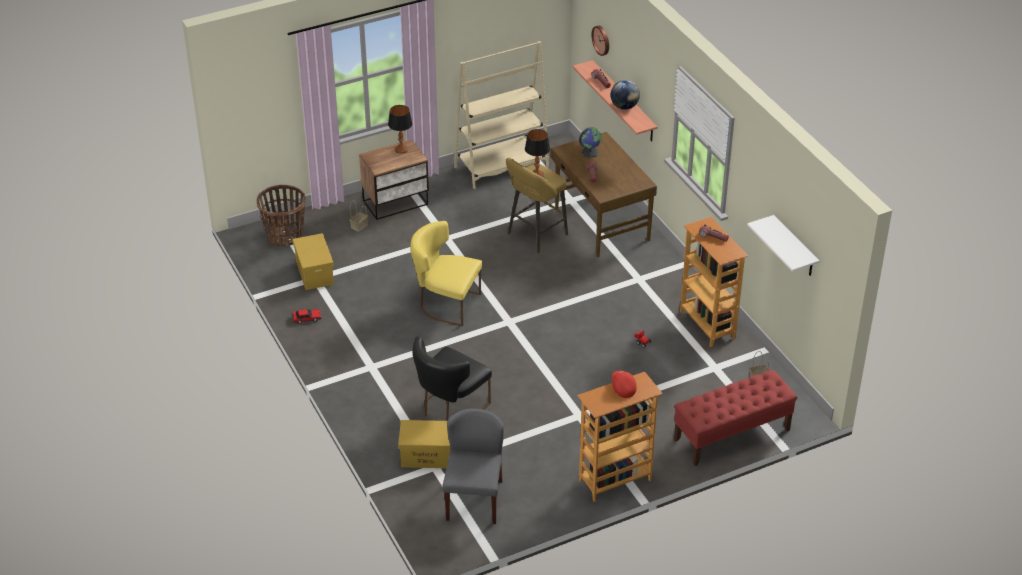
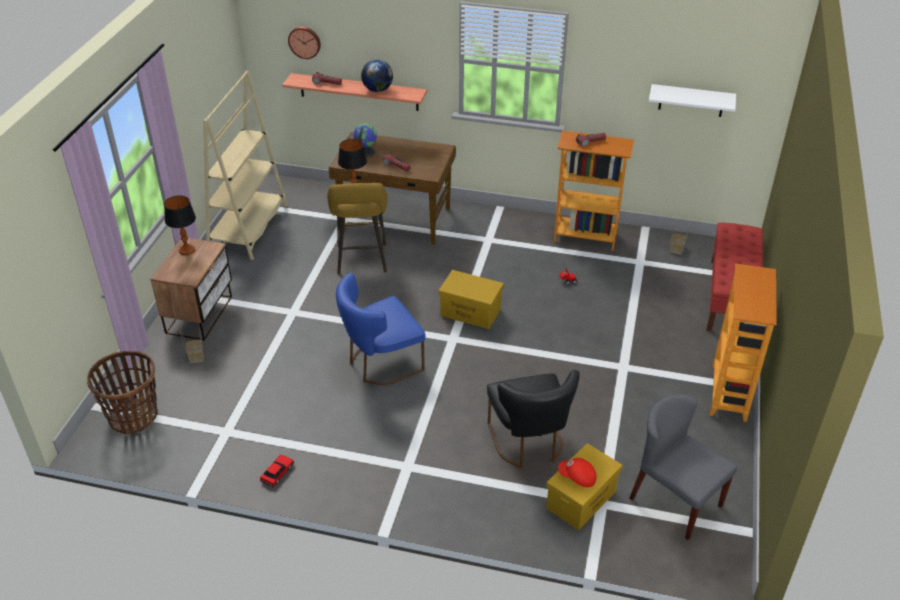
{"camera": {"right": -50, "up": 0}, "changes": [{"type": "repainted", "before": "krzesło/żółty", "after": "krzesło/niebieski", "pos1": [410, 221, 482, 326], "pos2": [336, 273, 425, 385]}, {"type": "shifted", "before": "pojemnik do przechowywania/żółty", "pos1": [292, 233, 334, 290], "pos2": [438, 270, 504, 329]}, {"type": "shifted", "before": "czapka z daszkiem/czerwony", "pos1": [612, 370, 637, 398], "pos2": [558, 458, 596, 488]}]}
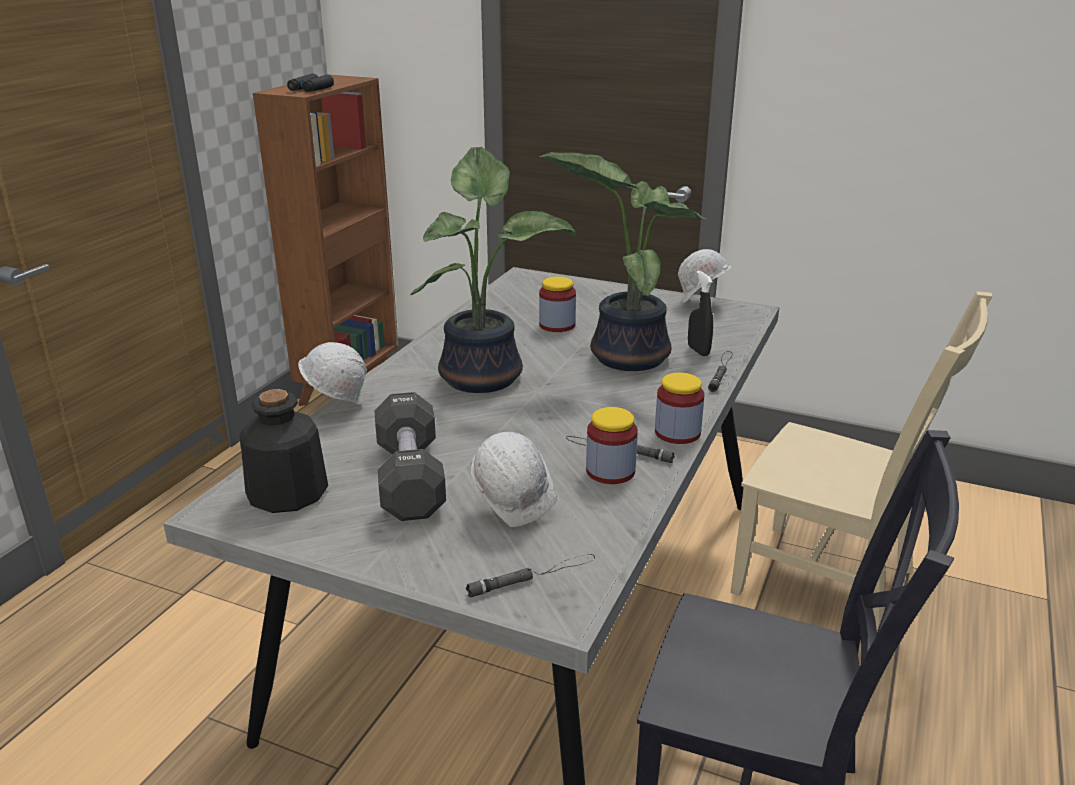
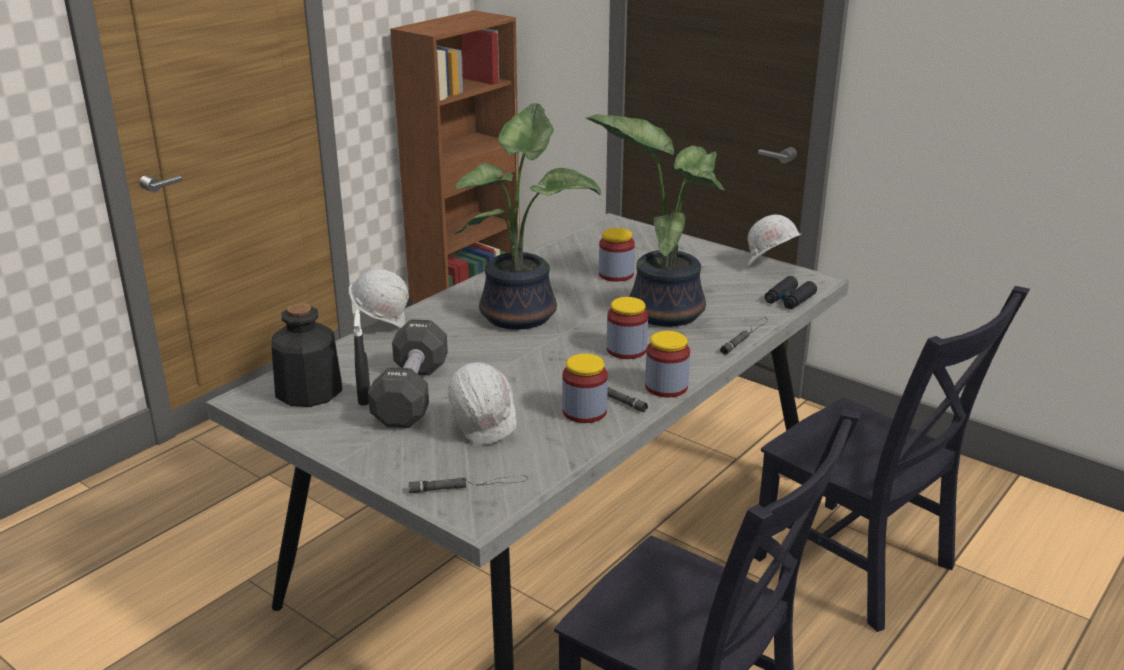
{"camera": {"right": 15, "up": 0}, "changes": [{"type": "shifted", "before": "lornetka/czarny", "pos1": [287, 73, 334, 92], "pos2": [764, 276, 817, 309]}, {"type": "shifted", "before": "spryskiwacz/czarny", "pos1": [688, 270, 713, 356], "pos2": [354, 310, 370, 406]}, {"type": "repainted", "before": "krzesło/beżowy", "after": "krzesło/czarny", "pos1": [730, 291, 993, 631], "pos2": [754, 286, 1030, 632]}, {"type": "new", "after": "słoik", "pos2": [607, 297, 648, 359]}]}
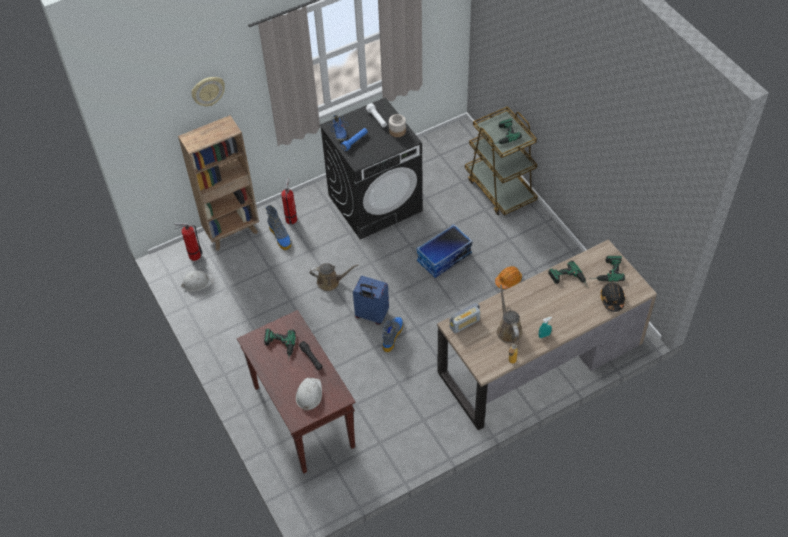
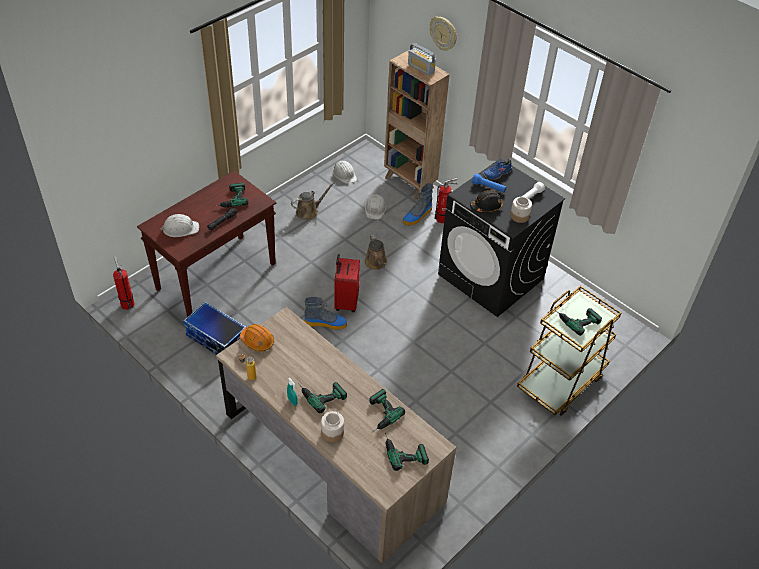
{"camera": {"right": 70, "up": -5}, "changes": [{"type": "shifted", "before": "gaśnica", "pos1": [175, 223, 202, 261], "pos2": [113, 256, 135, 310]}, {"type": "shifted", "before": "pojemnik do przechowywania", "pos1": [416, 224, 473, 278], "pos2": [183, 301, 247, 355]}, {"type": "shifted", "before": "kask/pomarańczowy", "pos1": [495, 266, 522, 289], "pos2": [240, 324, 274, 352]}, {"type": "repainted", "before": "walizka/niebieski", "after": "walizka/czerwony", "pos1": [353, 276, 389, 325], "pos2": [335, 254, 360, 312]}, {"type": "shifted", "before": "kask/czarny", "pos1": [601, 283, 625, 312], "pos2": [470, 190, 503, 213]}, {"type": "shifted", "before": "konewka/brązowy", "pos1": [497, 285, 522, 343], "pos2": [291, 182, 335, 220]}, {"type": "shifted", "before": "radio", "pos1": [450, 303, 481, 334], "pos2": [408, 43, 436, 75]}, {"type": "new", "after": "kask/biały", "pos2": [365, 194, 386, 220]}, {"type": "new", "after": "wiertarka", "pos2": [298, 382, 347, 413]}, {"type": "new", "after": "słoik", "pos2": [321, 411, 344, 442]}]}
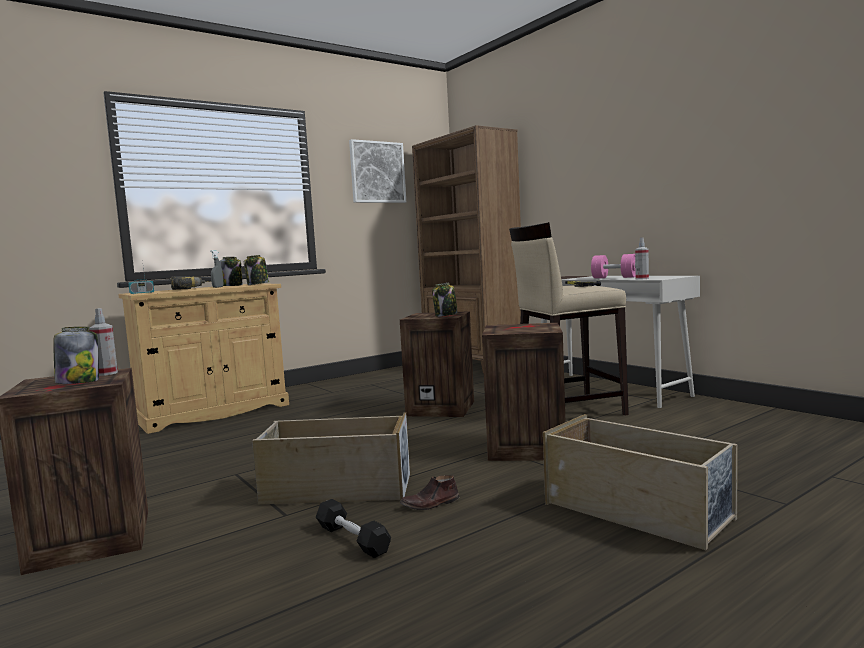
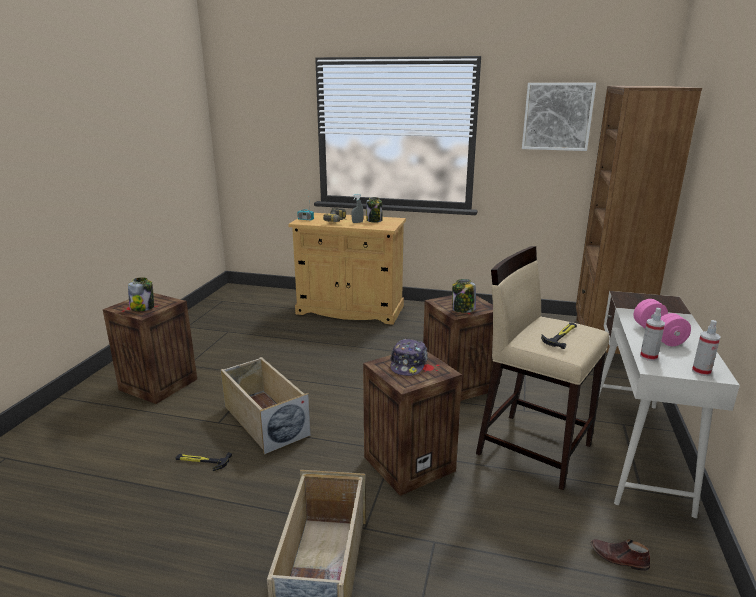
{"camera": {"right": 50, "up": 15}, "changes": [{"type": "gone", "before": "słoik", "pos1": [244, 255, 269, 285]}, {"type": "shifted", "before": "spryskiwacz", "pos1": [89, 308, 118, 376], "pos2": [692, 320, 720, 376]}, {"type": "shifted", "before": "but/brązowy", "pos1": [400, 475, 459, 510], "pos2": [590, 539, 650, 571]}, {"type": "swapped", "before": "hantel/czarny", "after": "młotek", "pos1": [316, 499, 391, 558], "pos2": [176, 452, 232, 471]}, {"type": "new", "after": "czapka z daszkiem", "pos2": [390, 339, 428, 376]}]}
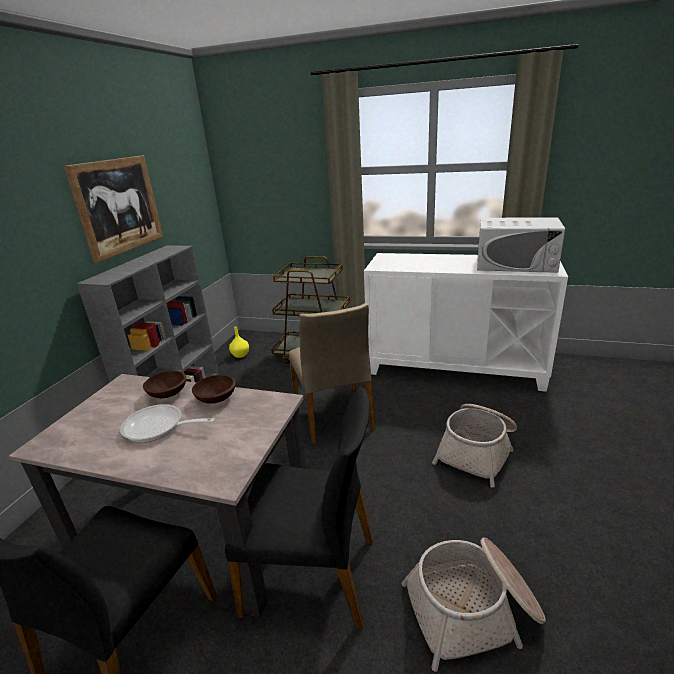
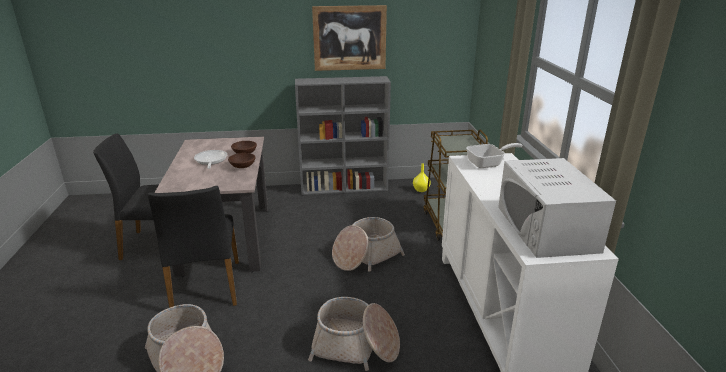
{"camera": {"right": 65, "up": 0}, "changes": [{"type": "swapped", "before": "krzesło/beżowy", "after": "koszyk", "pos1": [289, 303, 376, 444], "pos2": [332, 217, 405, 271]}, {"type": "new", "after": "patelnia", "pos2": [466, 143, 523, 168]}]}
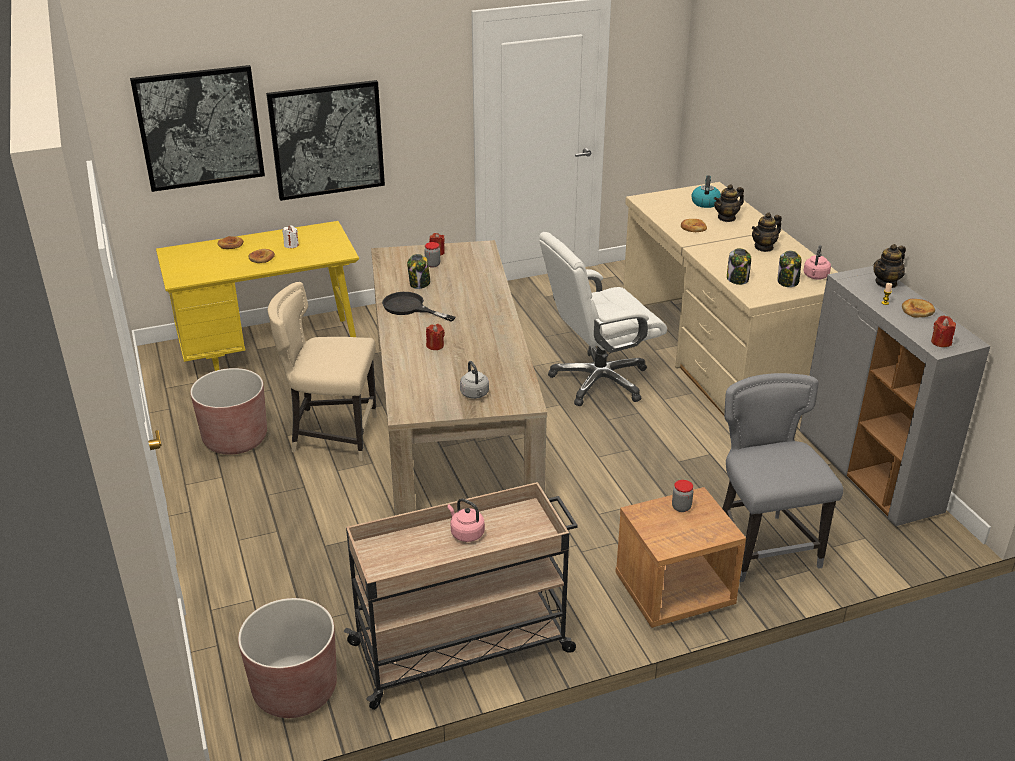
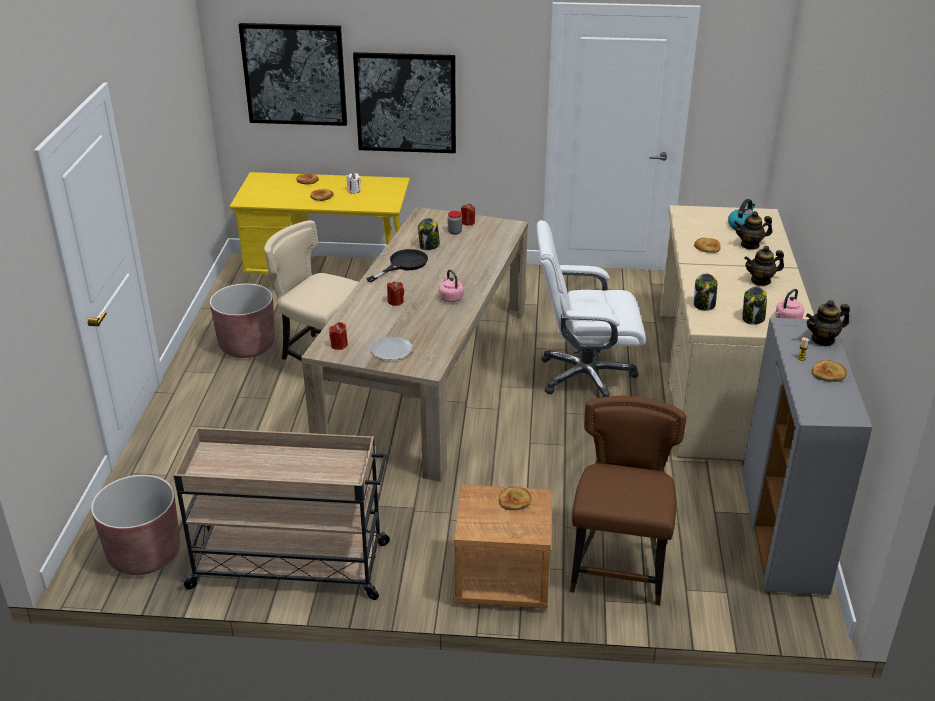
{"camera": {"right": 25, "up": 0}, "changes": [{"type": "rotated", "before": "patelnia/czarny", "pos1": [382, 292, 455, 322], "pos2": [366, 249, 428, 282], "turn": 75}, {"type": "shifted", "before": "świeca/czerwony", "pos1": [931, 316, 956, 347], "pos2": [329, 322, 348, 350]}, {"type": "swapped", "before": "czajnik/szary", "after": "talerz", "pos1": [460, 361, 489, 399], "pos2": [370, 337, 413, 360]}, {"type": "repainted", "before": "krzesło/szary", "after": "krzesło/brązowy", "pos1": [722, 373, 843, 582], "pos2": [570, 396, 686, 605]}, {"type": "swapped", "before": "słoik", "after": "chleb", "pos1": [672, 480, 694, 512], "pos2": [499, 486, 531, 510]}, {"type": "shifted", "before": "czajnik/różowy", "pos1": [447, 498, 485, 542], "pos2": [439, 269, 464, 302]}]}
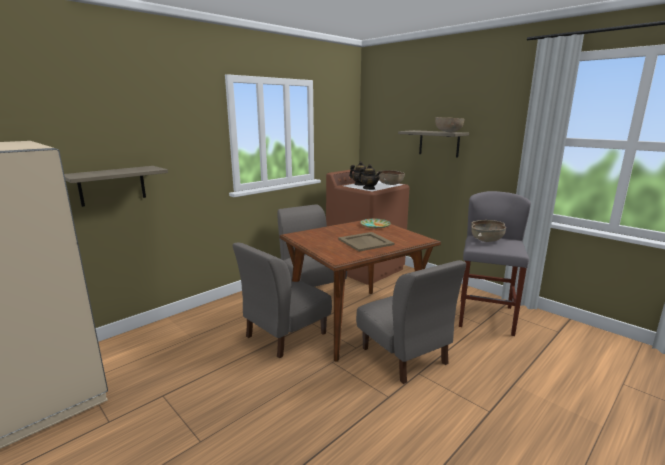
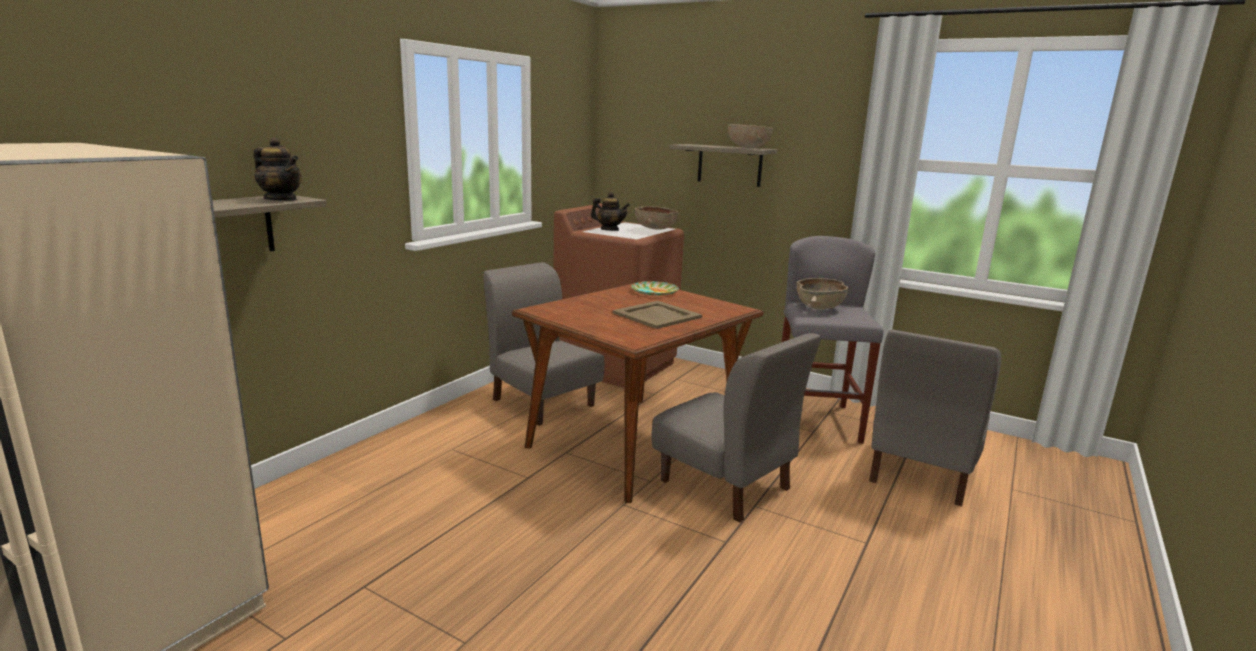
{"camera": {"right": -15, "up": 0}, "changes": [{"type": "shifted", "before": "imbryk", "pos1": [359, 164, 381, 190], "pos2": [253, 137, 302, 201]}, {"type": "shifted", "before": "krzesło/szary", "pos1": [233, 243, 332, 358], "pos2": [869, 330, 1001, 506]}]}
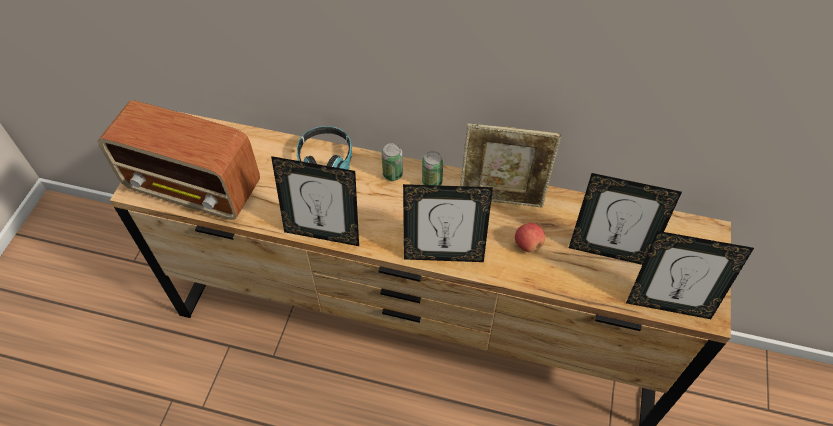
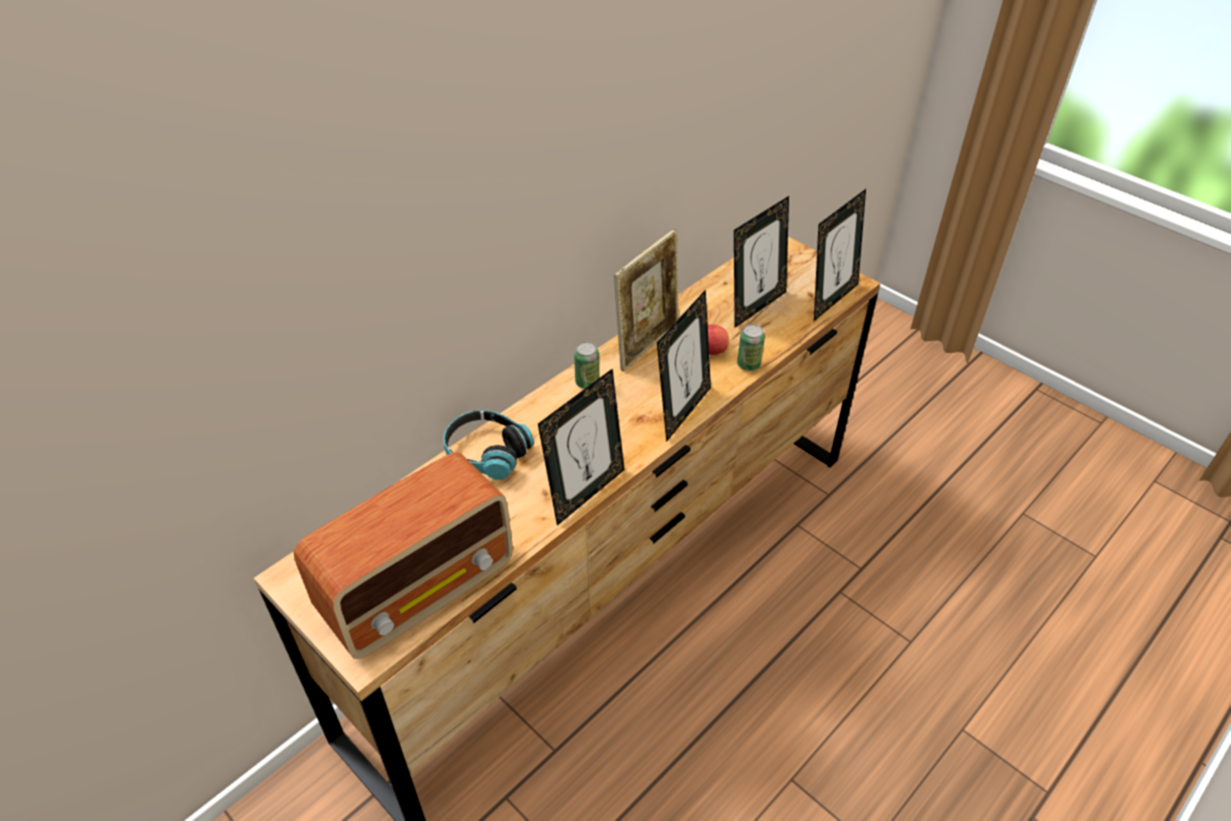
{"camera": {"right": -60, "up": -10}, "changes": [{"type": "shifted", "before": "puszka", "pos1": [382, 143, 403, 181], "pos2": [737, 324, 765, 371]}]}
